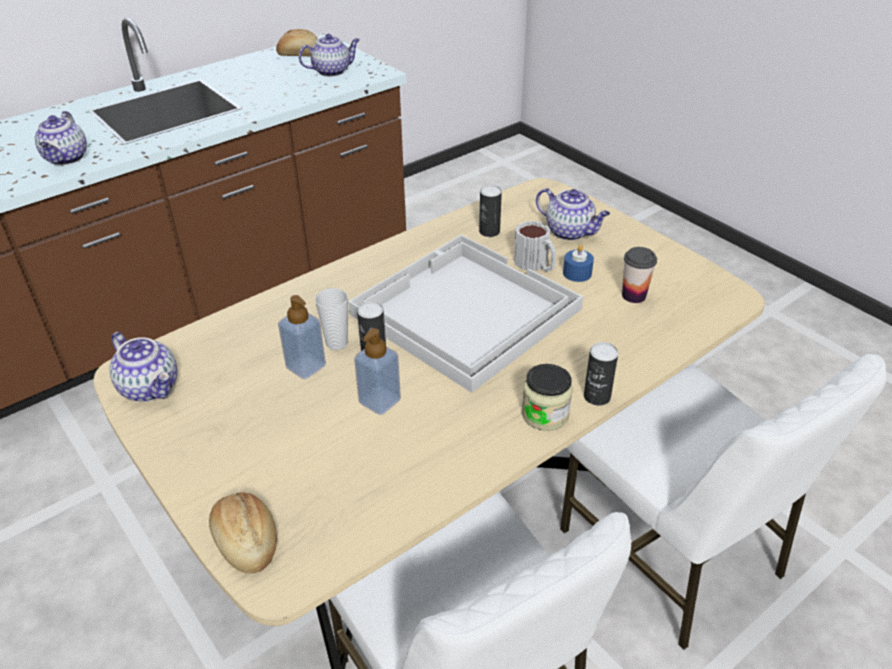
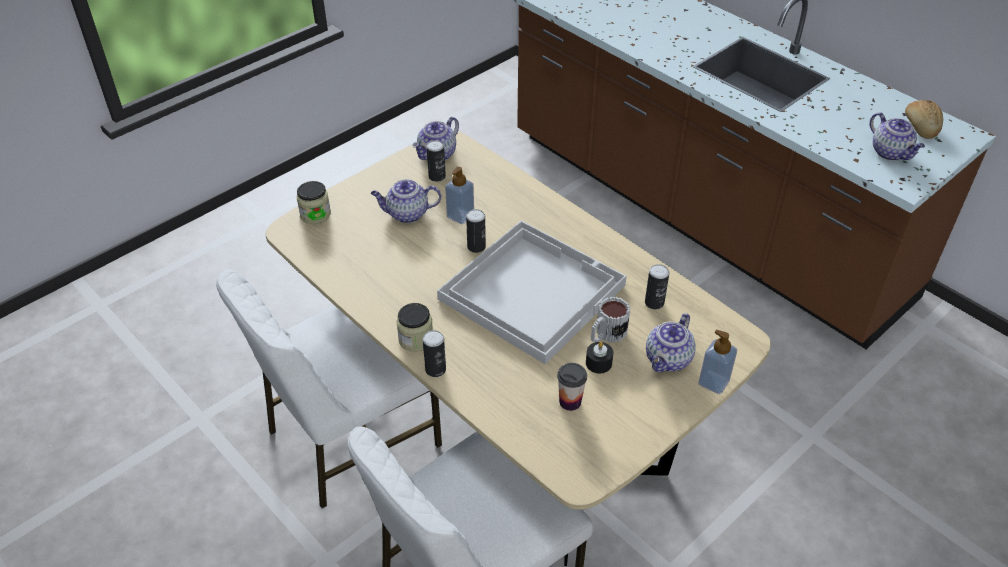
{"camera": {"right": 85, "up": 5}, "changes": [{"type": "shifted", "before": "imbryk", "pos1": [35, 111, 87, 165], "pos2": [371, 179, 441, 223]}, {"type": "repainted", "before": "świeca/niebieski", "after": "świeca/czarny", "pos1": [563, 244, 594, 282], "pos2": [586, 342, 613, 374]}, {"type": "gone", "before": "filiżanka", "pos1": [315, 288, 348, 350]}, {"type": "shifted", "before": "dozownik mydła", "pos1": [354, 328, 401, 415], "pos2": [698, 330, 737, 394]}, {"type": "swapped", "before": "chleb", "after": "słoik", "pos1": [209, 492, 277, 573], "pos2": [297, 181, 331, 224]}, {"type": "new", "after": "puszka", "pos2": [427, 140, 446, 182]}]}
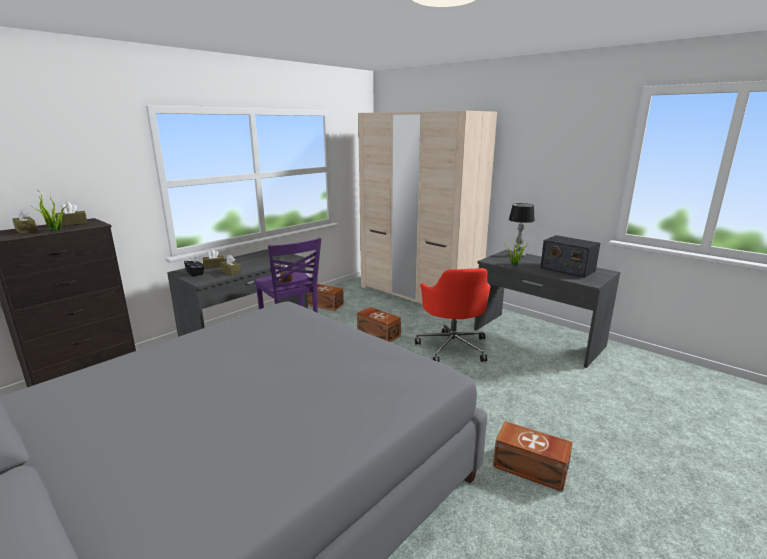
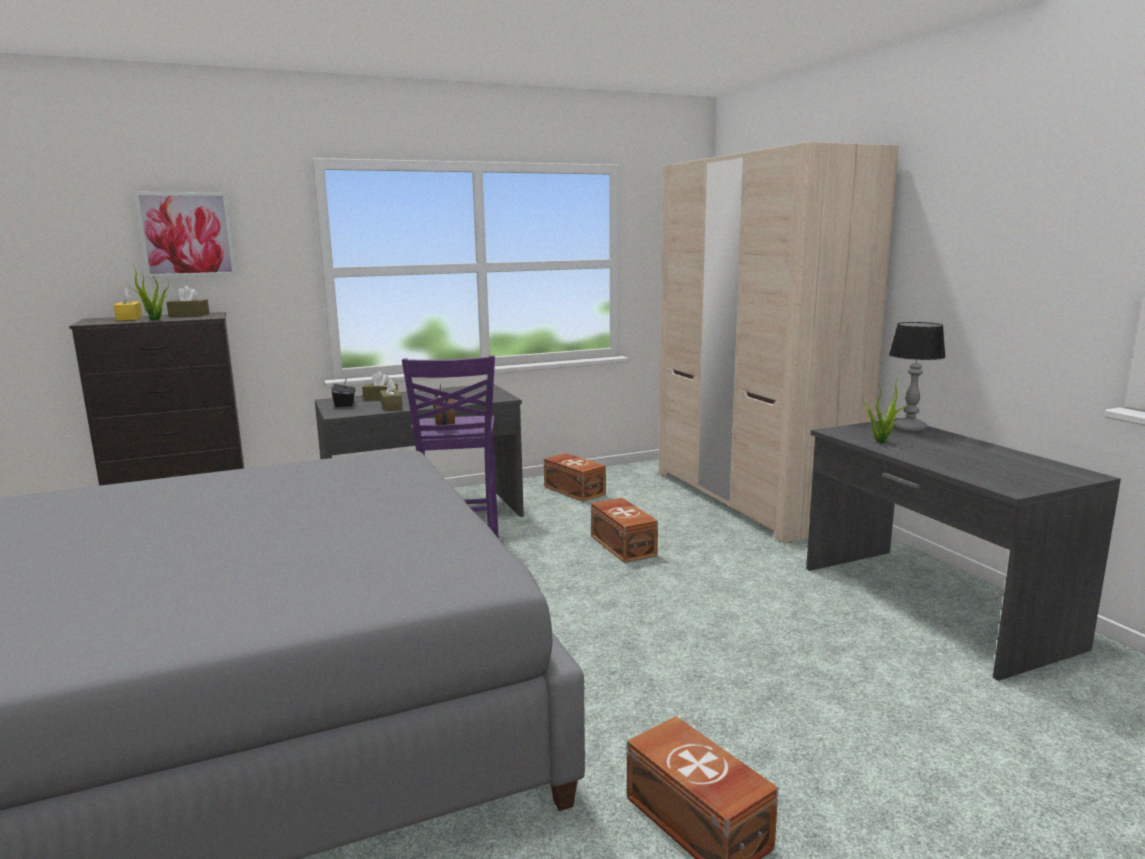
{"camera": {"right": 25, "up": -5}, "changes": [{"type": "repainted", "before": "pudełko chusteczek/brązowy", "after": "pudełko chusteczek/żółty", "pos1": [13, 208, 37, 234], "pos2": [113, 288, 142, 321]}, {"type": "gone", "before": "radio", "pos1": [540, 235, 600, 278]}, {"type": "gone", "before": "krzesło biurowe/czerwony", "pos1": [415, 268, 490, 362]}, {"type": "new", "after": "obraz", "pos2": [134, 192, 236, 278]}]}
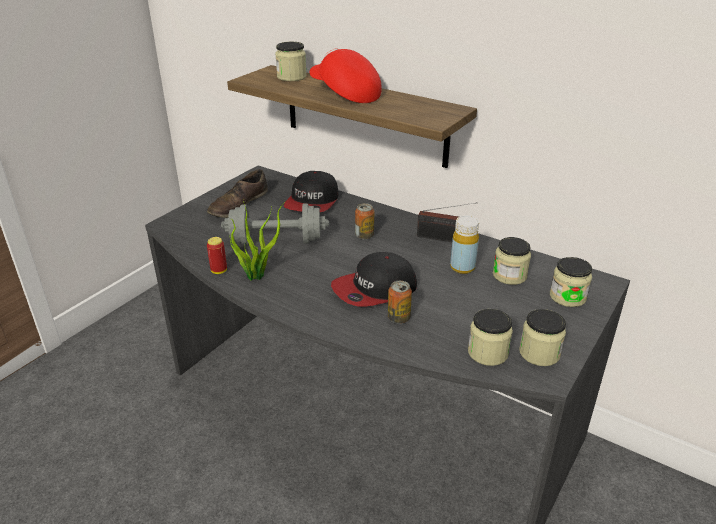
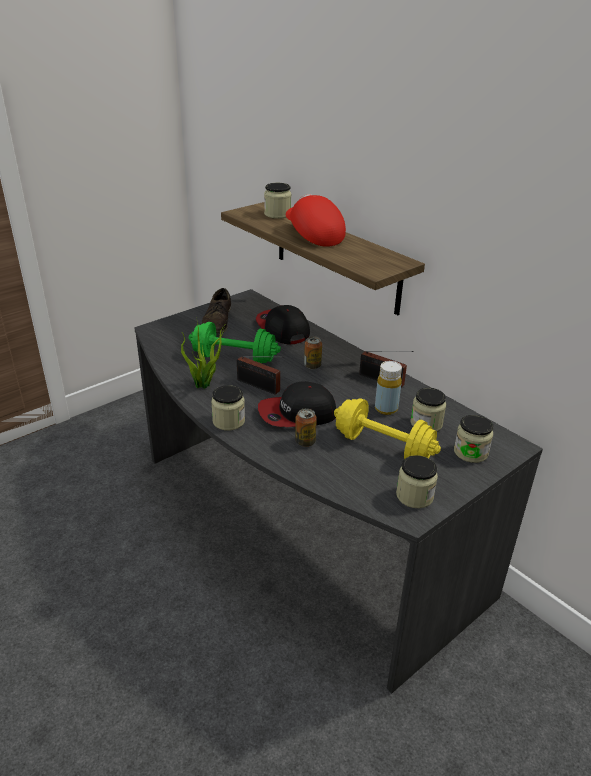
{"camera": {"right": 15, "up": 0}, "changes": [{"type": "rotated", "before": "but/brązowy", "pos1": [207, 169, 268, 218], "pos2": [202, 288, 231, 333], "turn": -45}, {"type": "rotated", "before": "czapka z daszkiem", "pos1": [283, 171, 339, 212], "pos2": [256, 305, 310, 344], "turn": 120}, {"type": "repainted", "before": "hantel/szary", "after": "hantel/zielony", "pos1": [221, 203, 330, 245], "pos2": [189, 322, 281, 363]}, {"type": "gone", "before": "puszka", "pos1": [207, 237, 227, 274]}, {"type": "shifted", "before": "słoik", "pos1": [468, 309, 513, 366], "pos2": [211, 385, 245, 431]}, {"type": "new", "after": "radio", "pos2": [237, 356, 284, 395]}, {"type": "new", "after": "hantel/żółty", "pos2": [334, 398, 441, 459]}]}
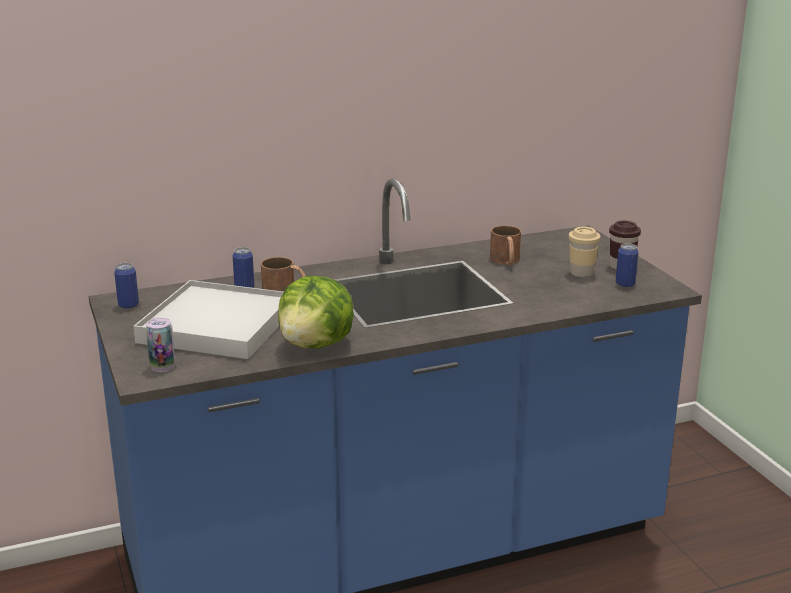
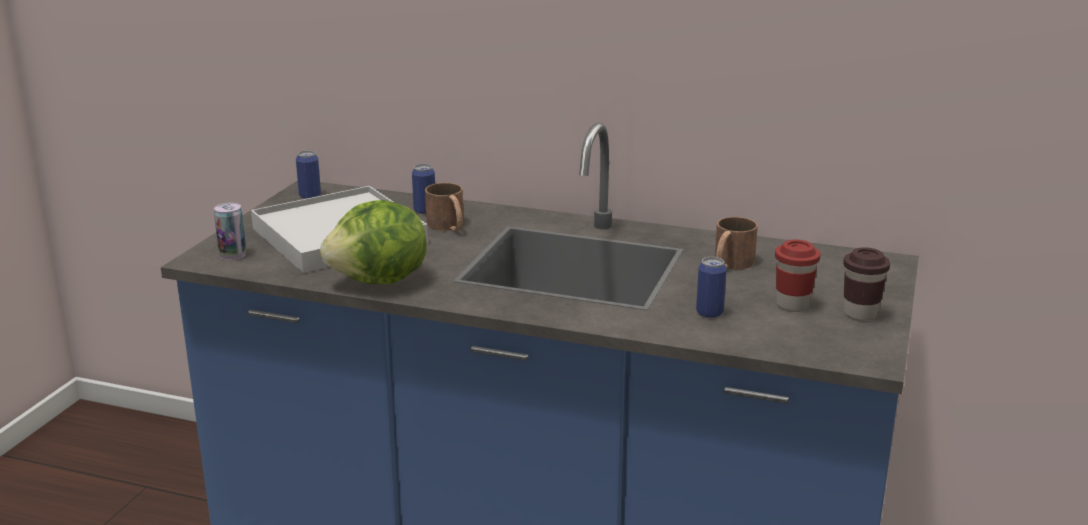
{"camera": {"right": 40, "up": 0}, "changes": [{"type": "repainted", "before": "filiżanka/beżowy", "after": "filiżanka/czerwony", "pos1": [569, 227, 601, 278], "pos2": [775, 240, 820, 312]}, {"type": "shifted", "before": "puszka", "pos1": [616, 243, 638, 287], "pos2": [696, 257, 727, 318]}]}
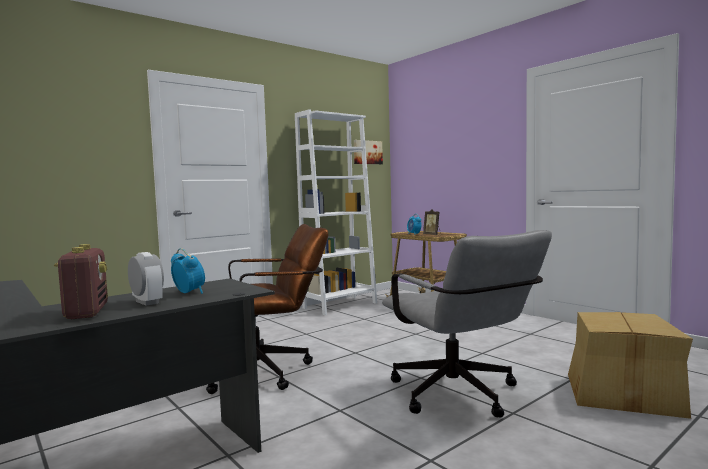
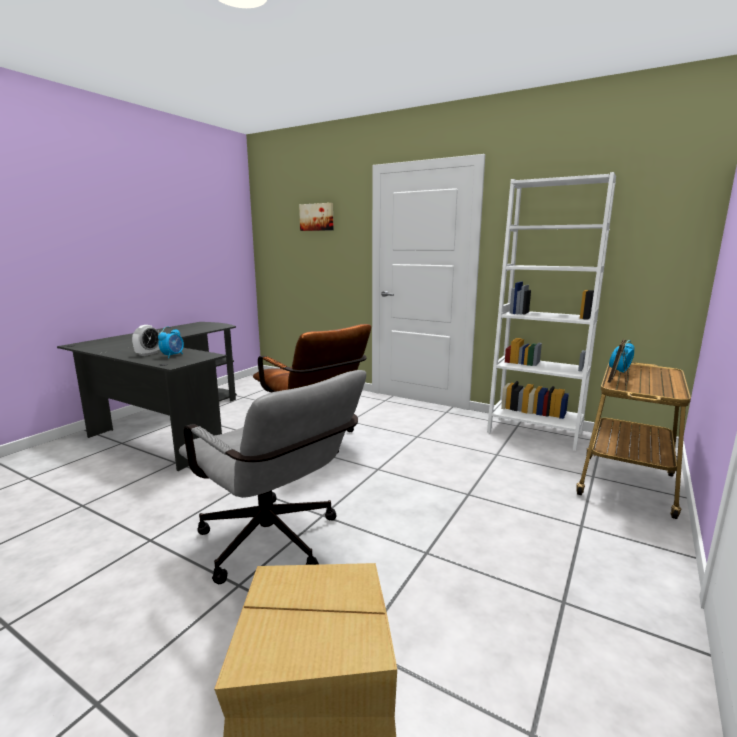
{"camera": {"right": 70, "up": 10}, "changes": [{"type": "shifted", "before": "obraz", "pos1": [354, 140, 383, 164], "pos2": [299, 203, 333, 231]}, {"type": "rotated", "before": "krzesło biurowe/szary", "pos1": [382, 230, 552, 418], "pos2": [179, 370, 366, 584], "turn": -90}, {"type": "gone", "before": "radio", "pos1": [54, 244, 108, 319]}]}
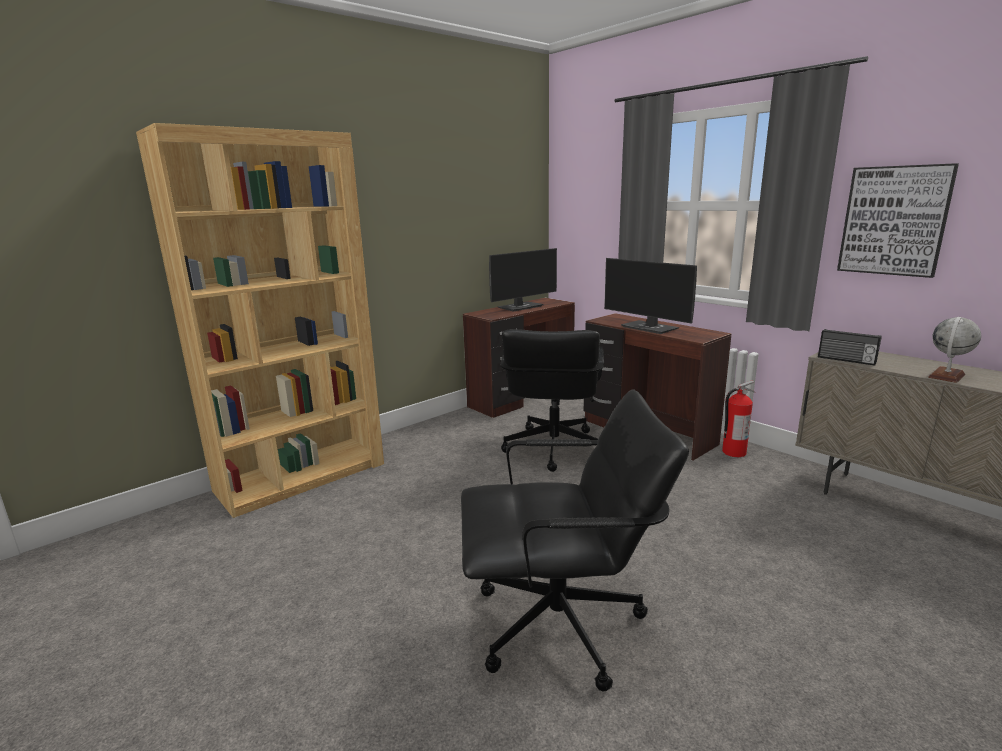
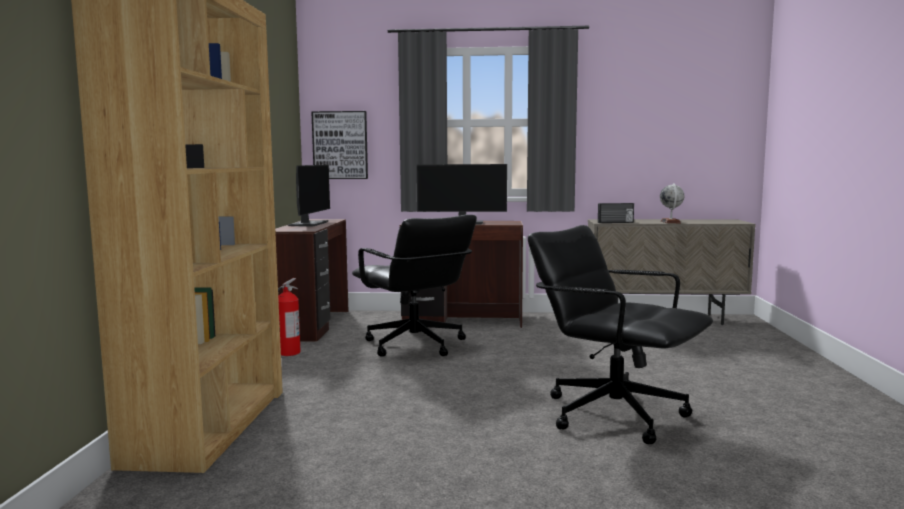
{"camera": {"right": -45, "up": -10}, "changes": [{"type": "shifted", "before": "obraz", "pos1": [837, 163, 959, 278], "pos2": [311, 111, 368, 179]}, {"type": "shifted", "before": "gaśnica", "pos1": [722, 380, 755, 457], "pos2": [278, 278, 301, 356]}, {"type": "rotated", "before": "krzesło biurowe/czarny", "pos1": [461, 389, 689, 691], "pos2": [528, 225, 713, 444], "turn": -90}]}
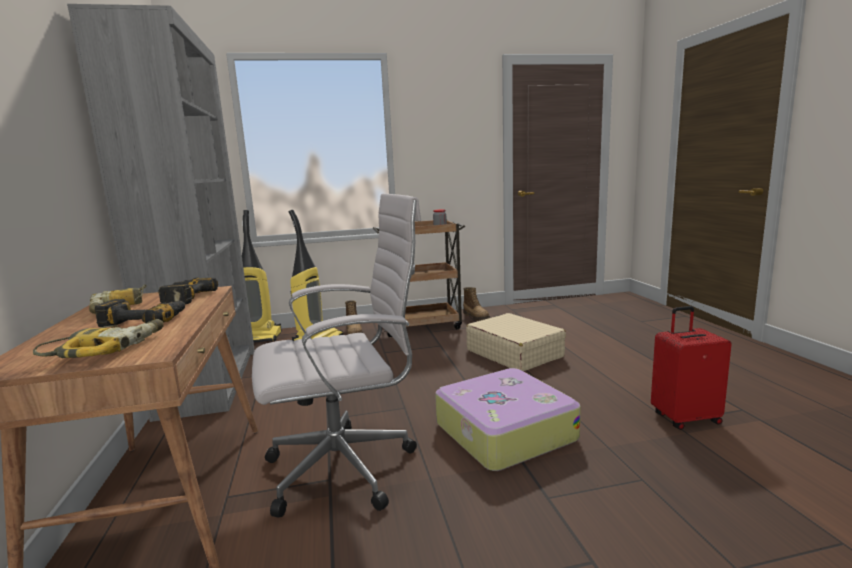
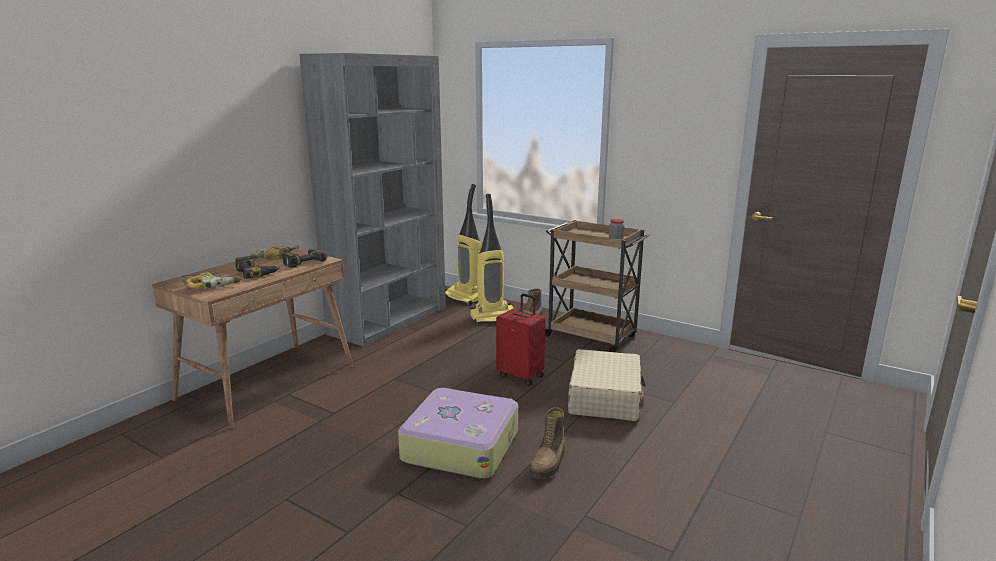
{"camera": {"right": 45, "up": 5}, "changes": [{"type": "gone", "before": "krzesło biurowe/biały", "pos1": [252, 193, 421, 517]}, {"type": "shifted", "before": "but z cholewką", "pos1": [463, 287, 490, 321], "pos2": [529, 407, 565, 478]}, {"type": "shifted", "before": "walizka/czerwony", "pos1": [651, 306, 732, 430], "pos2": [496, 293, 545, 386]}]}
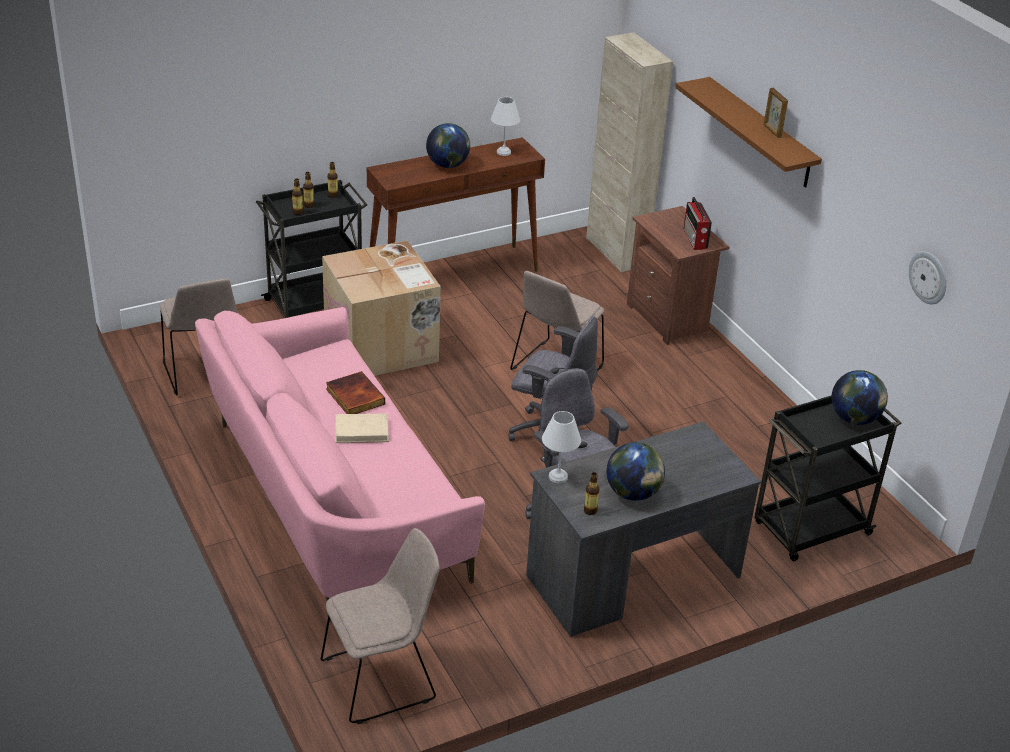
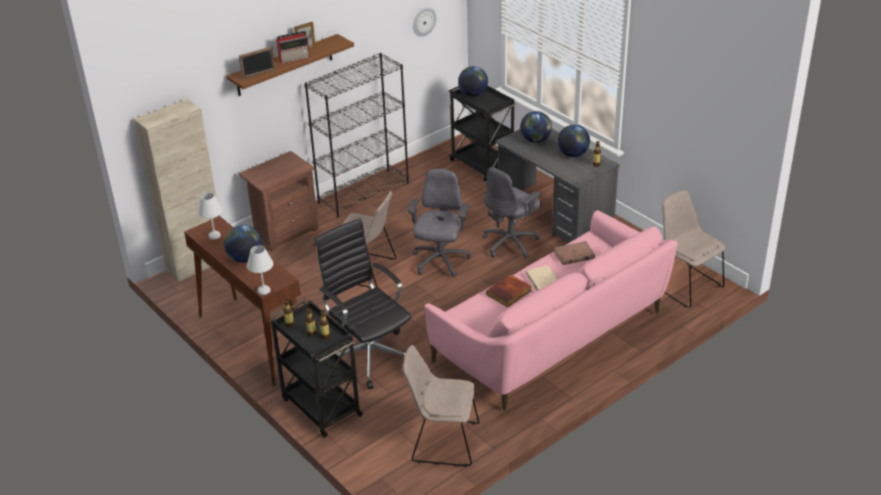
{"camera": {"right": -100, "up": 0}, "changes": [{"type": "shifted", "before": "radio", "pos1": [683, 197, 712, 250], "pos2": [276, 31, 310, 64]}, {"type": "swapped", "before": "karton", "after": "krzesło biurowe/czarny", "pos1": [322, 240, 441, 376], "pos2": [315, 219, 411, 389]}, {"type": "rotated", "before": "krzesło/beżowy", "pos1": [160, 278, 238, 396], "pos2": [403, 345, 479, 467], "turn": -135}, {"type": "shifted", "before": "lampa stołowa/biały", "pos1": [542, 411, 581, 483], "pos2": [247, 246, 274, 295]}, {"type": "new", "after": "ramka na zdjęcie", "pos2": [239, 46, 276, 79]}, {"type": "new", "after": "regał/czarny", "pos2": [305, 53, 409, 217]}, {"type": "new", "after": "globus", "pos2": [520, 111, 552, 143]}, {"type": "new", "after": "książka/brązowy", "pos2": [553, 241, 595, 265]}]}
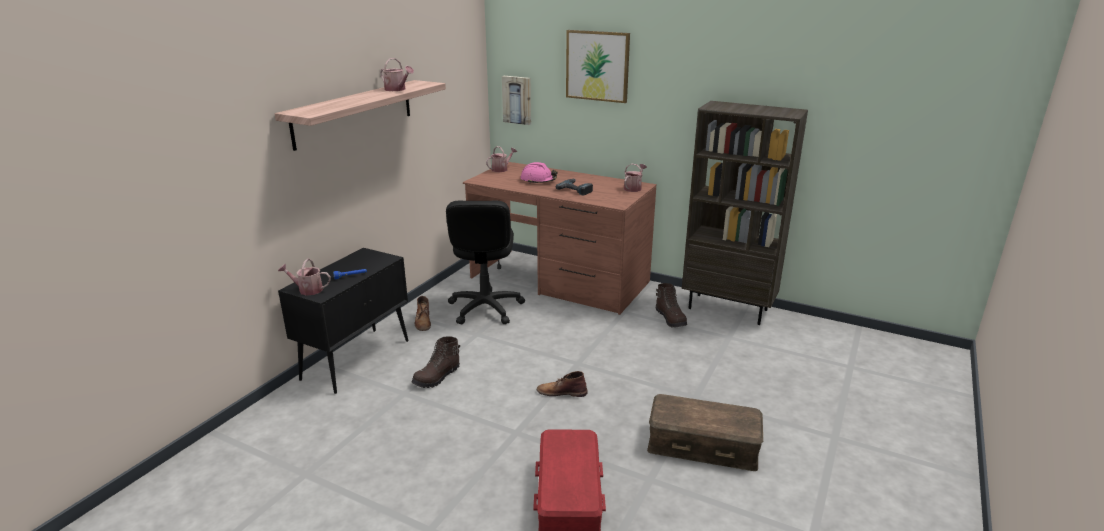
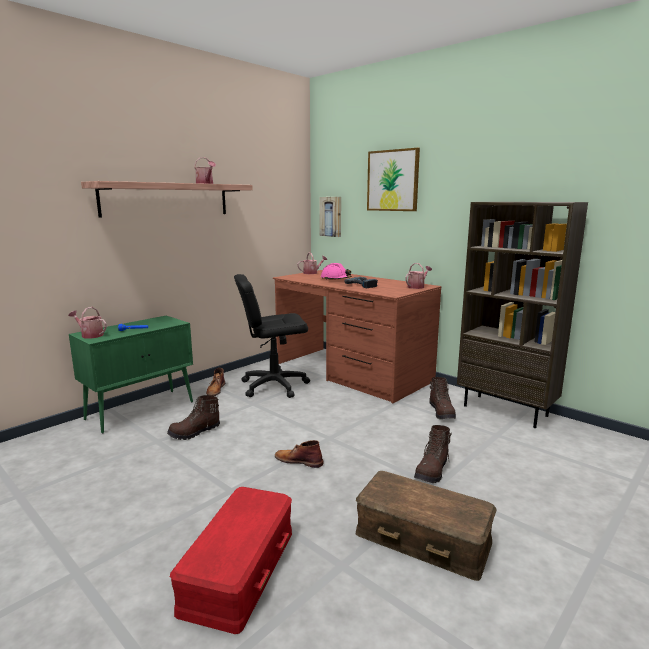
{"camera": {"right": 15, "up": -10}, "changes": [{"type": "rotated", "before": "krzesło biurowe/czarny", "pos1": [446, 201, 525, 324], "pos2": [234, 274, 310, 398], "turn": 60}, {"type": "repainted", "before": "szafka/czarny", "after": "szafka/zielony", "pos1": [278, 248, 409, 394], "pos2": [69, 316, 193, 434]}, {"type": "new", "after": "but z cholewką/brązowy", "pos2": [414, 425, 452, 483]}]}
